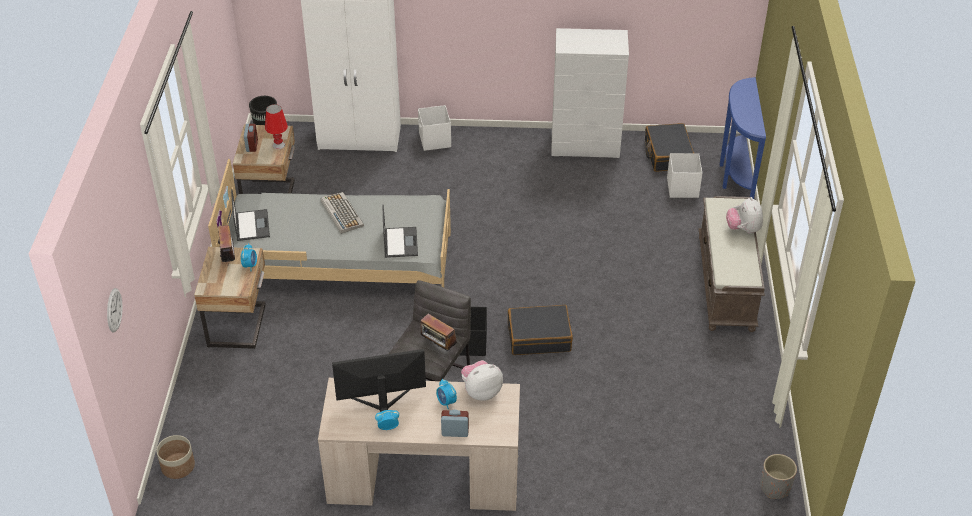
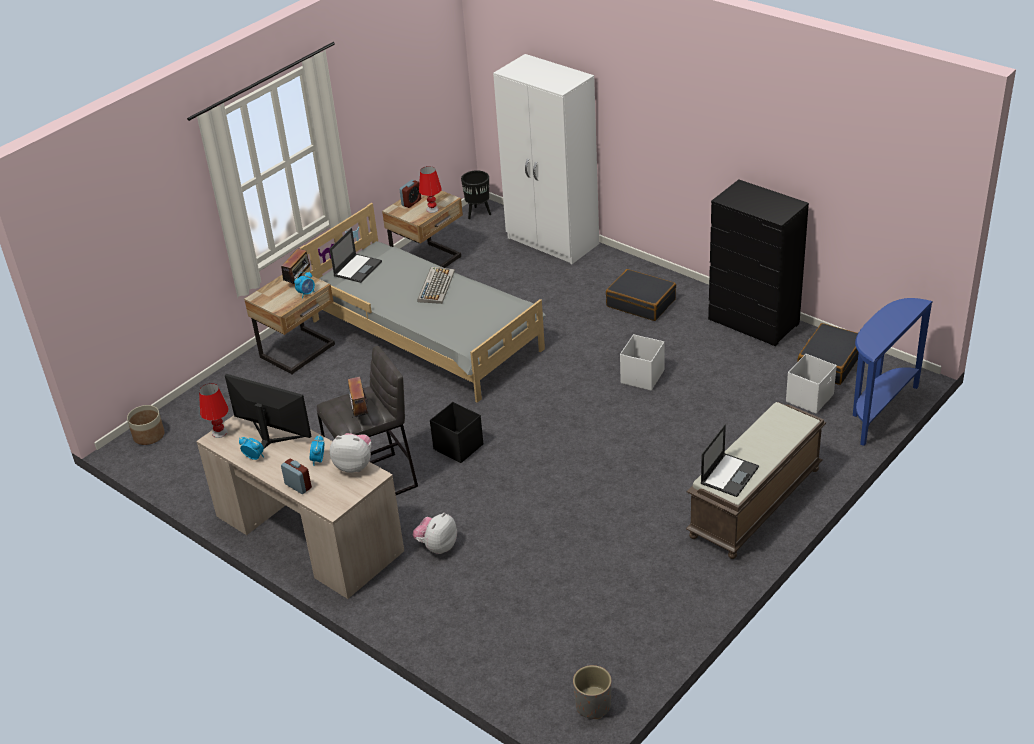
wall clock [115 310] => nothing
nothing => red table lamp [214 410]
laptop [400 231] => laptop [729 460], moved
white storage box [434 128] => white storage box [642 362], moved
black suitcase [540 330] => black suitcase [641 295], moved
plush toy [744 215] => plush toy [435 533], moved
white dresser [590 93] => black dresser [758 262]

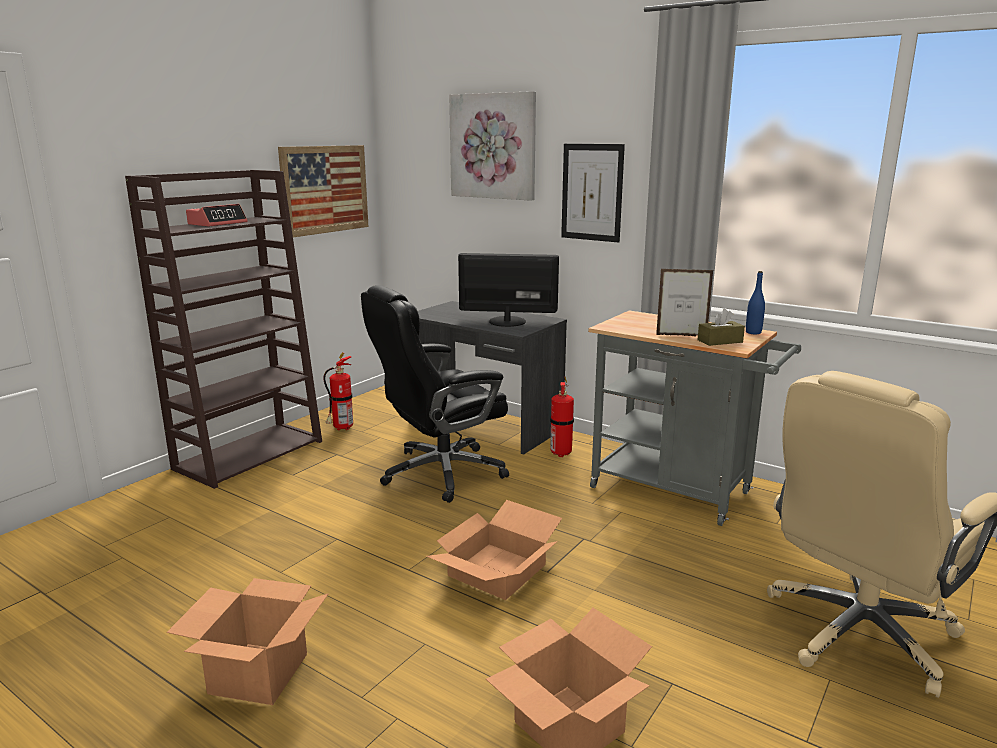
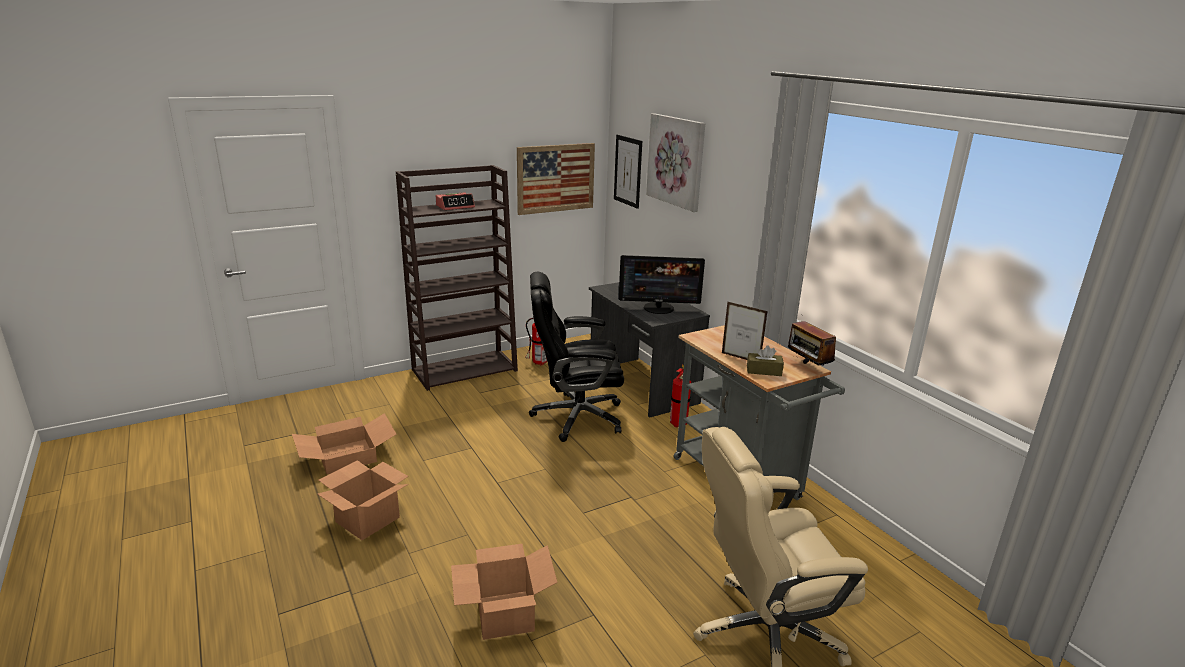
cardboard box [494 550] => cardboard box [344 443], moved
picture [593 193] => picture [628 172], moved
blue bottle [755 302] => radio [812 340]
monitor [508 290] => monitor [662 284], 150 degrees clockwise

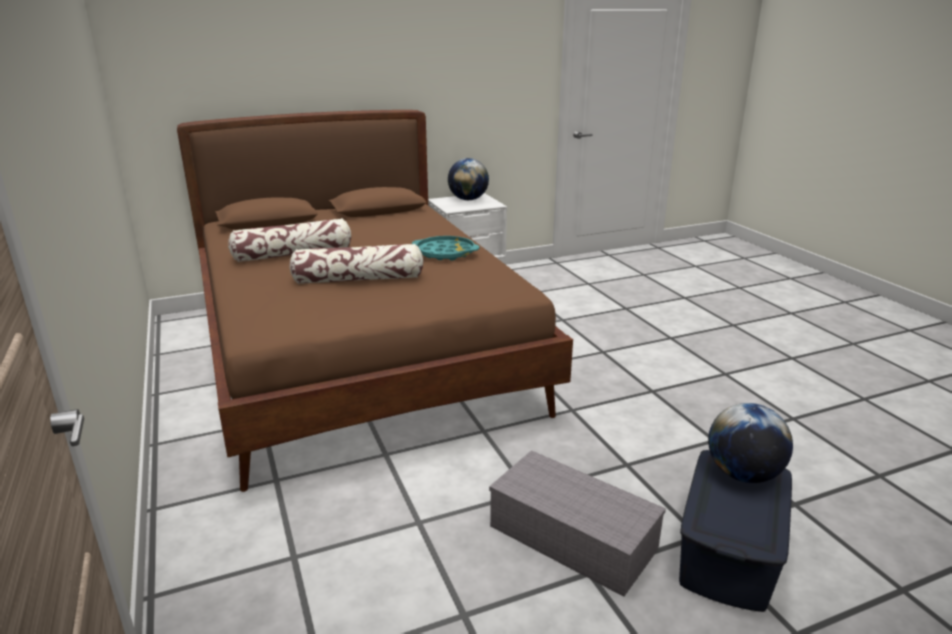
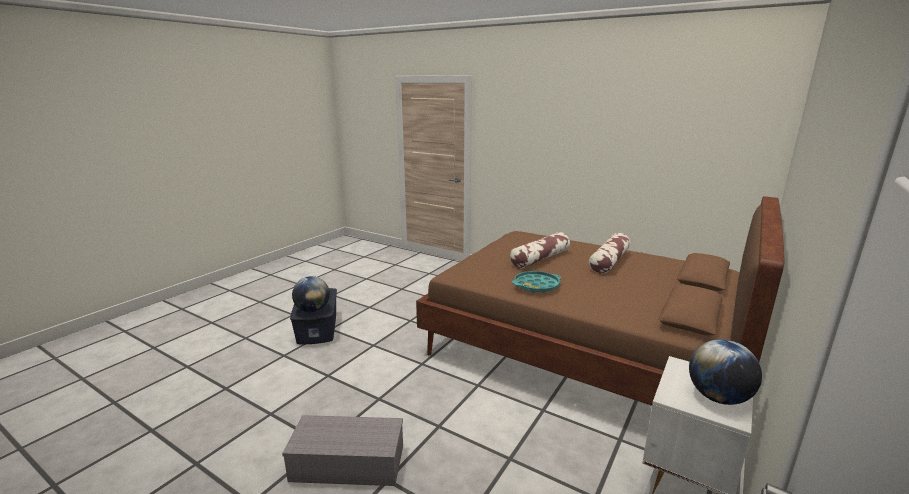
grey storage box [577 523] => grey storage box [342 450], moved

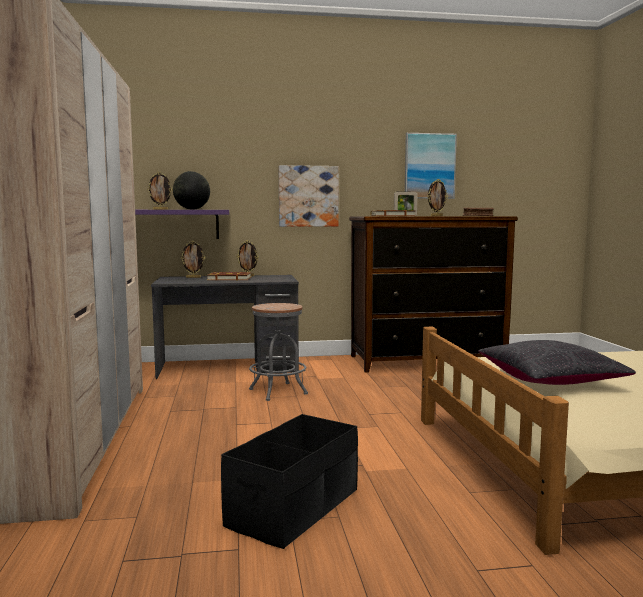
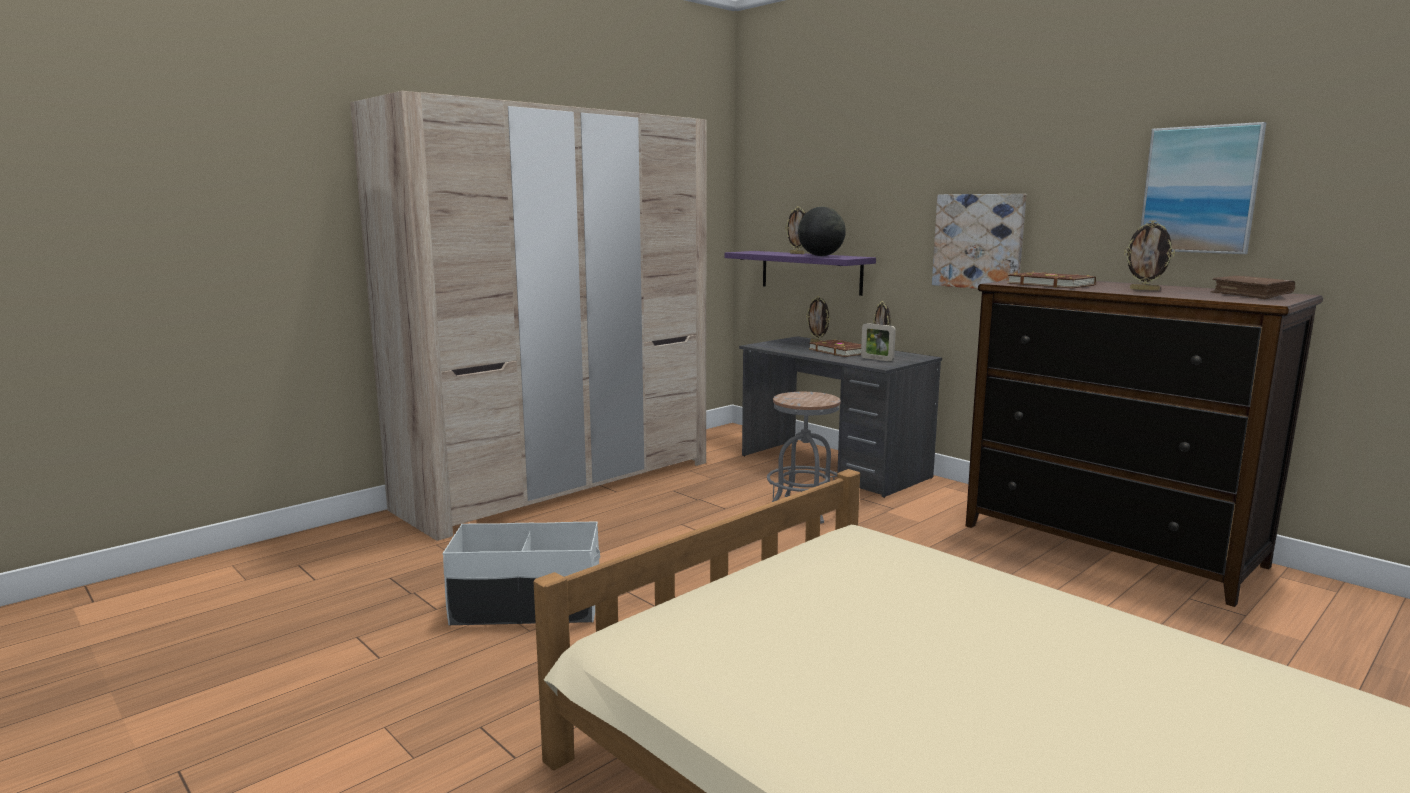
black pillow [557 362] => nothing
picture frame [405 204] => picture frame [878 342], moved
black storage box [289 481] => white storage box [521 573]

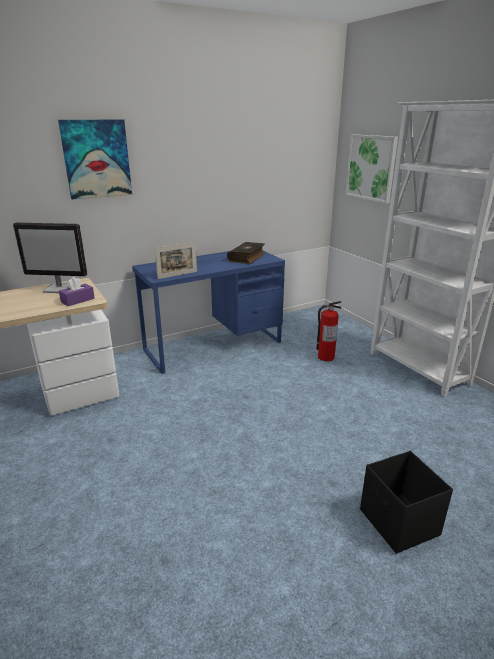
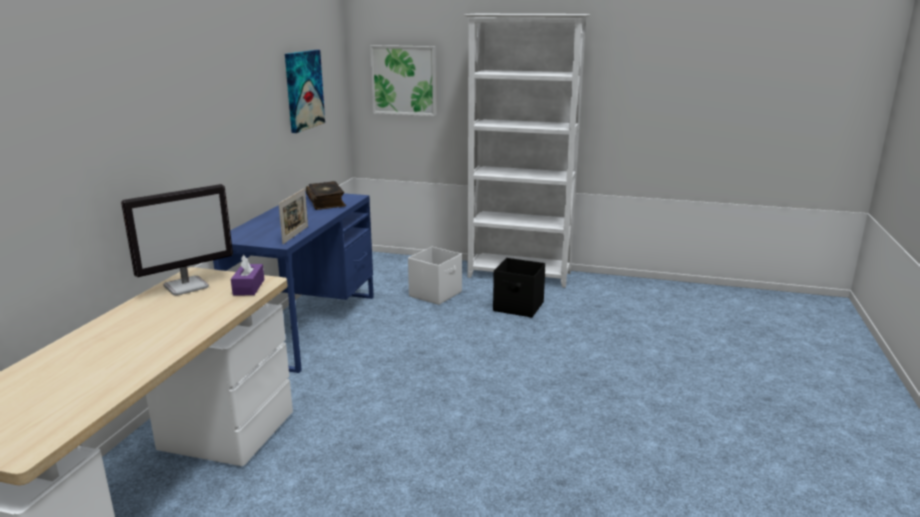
picture [95 159] => picture [305 91], moved
black storage box [406 502] => black storage box [519 287], moved
fire extinguisher [329 331] => white storage box [435 276]

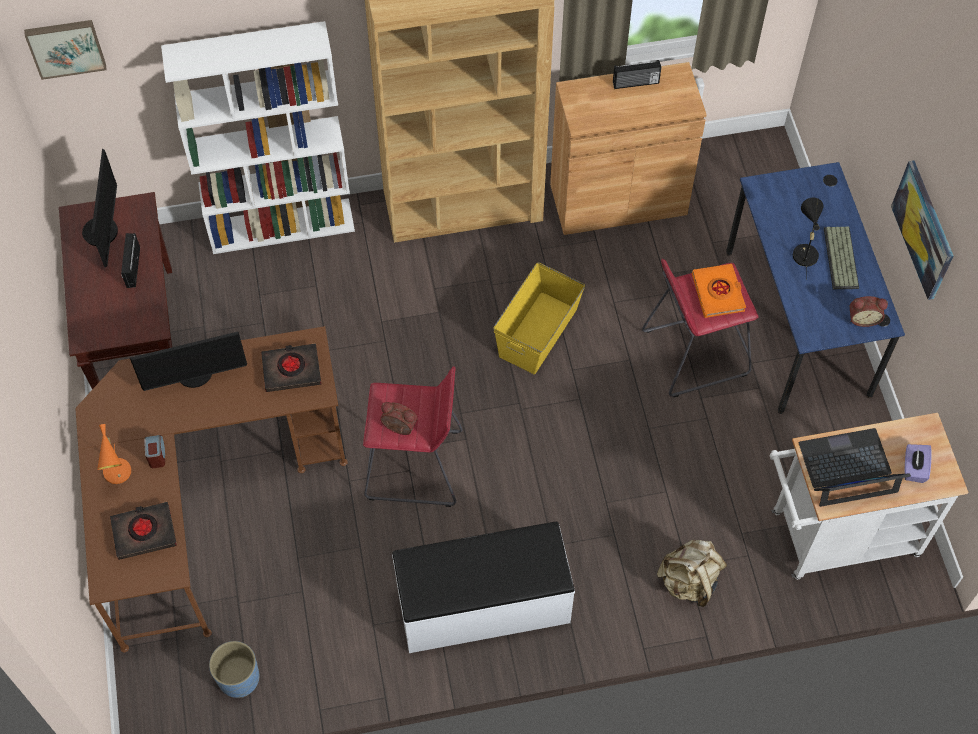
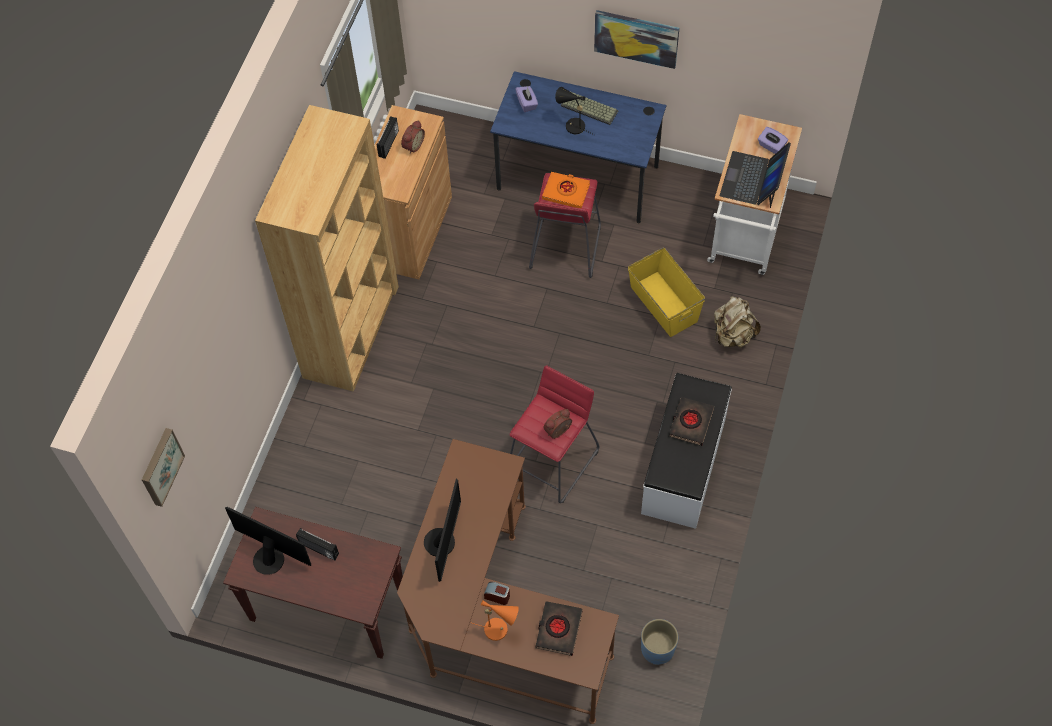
white bookcase [258 137] => nothing
nothing => purple tissue box [526 99]
black book [291 367] => black book [691 421], moved
yellow storage box [539 318] => yellow storage box [666 292], moved
alarm clock [869 311] => alarm clock [413 137], moved

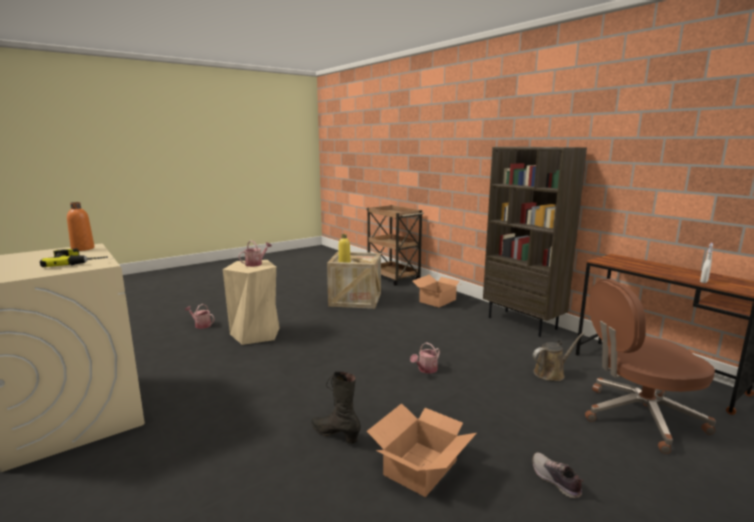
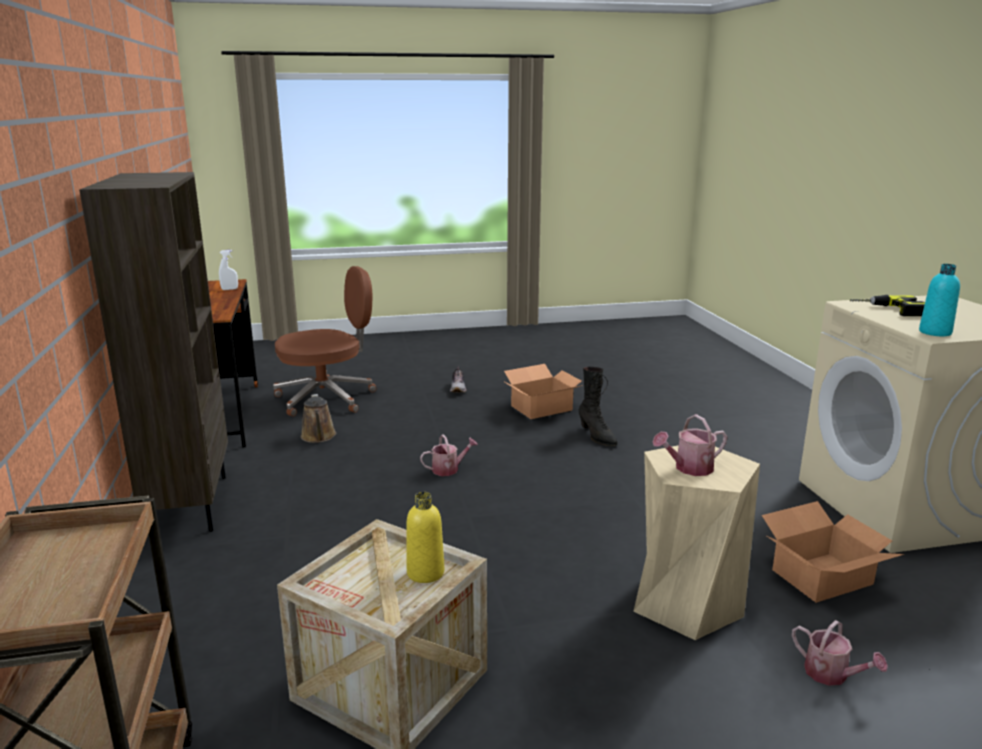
cardboard box [436 291] => cardboard box [833 552], moved
orange bottle [80 226] => turquoise bottle [939 300]
brown watering can [559 357] => brown watering can [318 418], 105 degrees counterclockwise
brown office chair [650 366] => brown office chair [325 341], 45 degrees counterclockwise

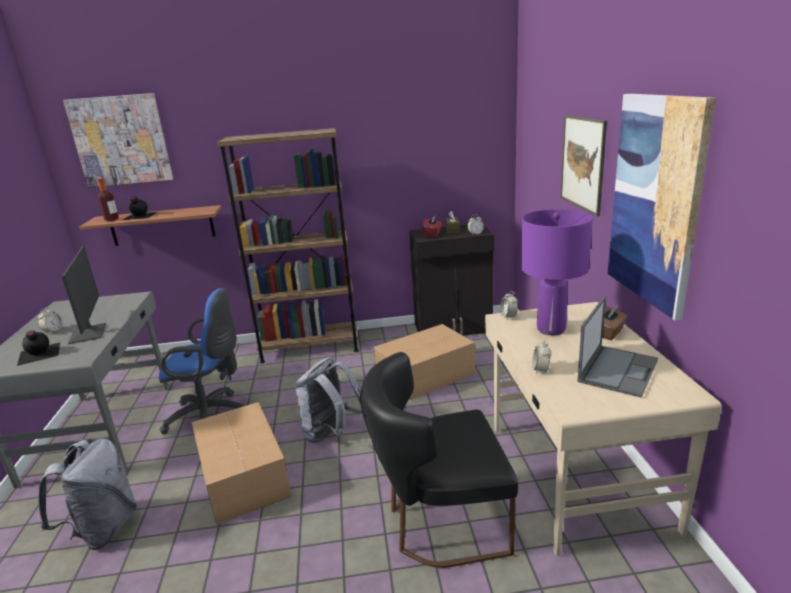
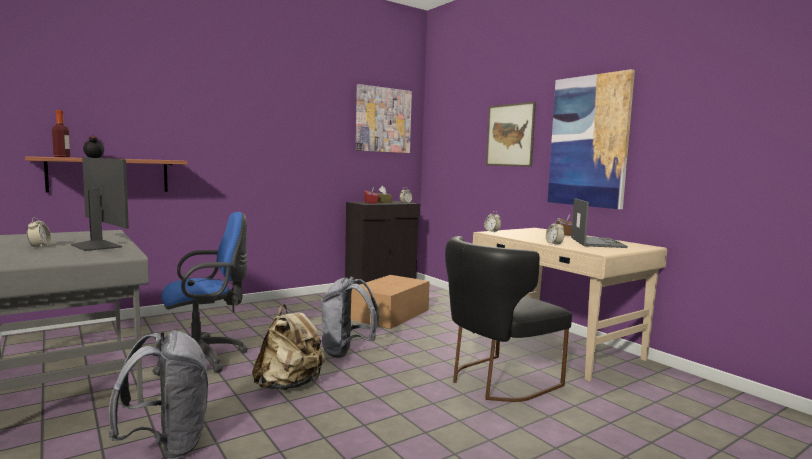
black bottle [38 348] => nothing
brown bookcase [288 245] => nothing
purple table lamp [557 272] => nothing
picture [118 140] => picture [384 118], moved
cardboard box [241 463] => beige backpack [288 347]

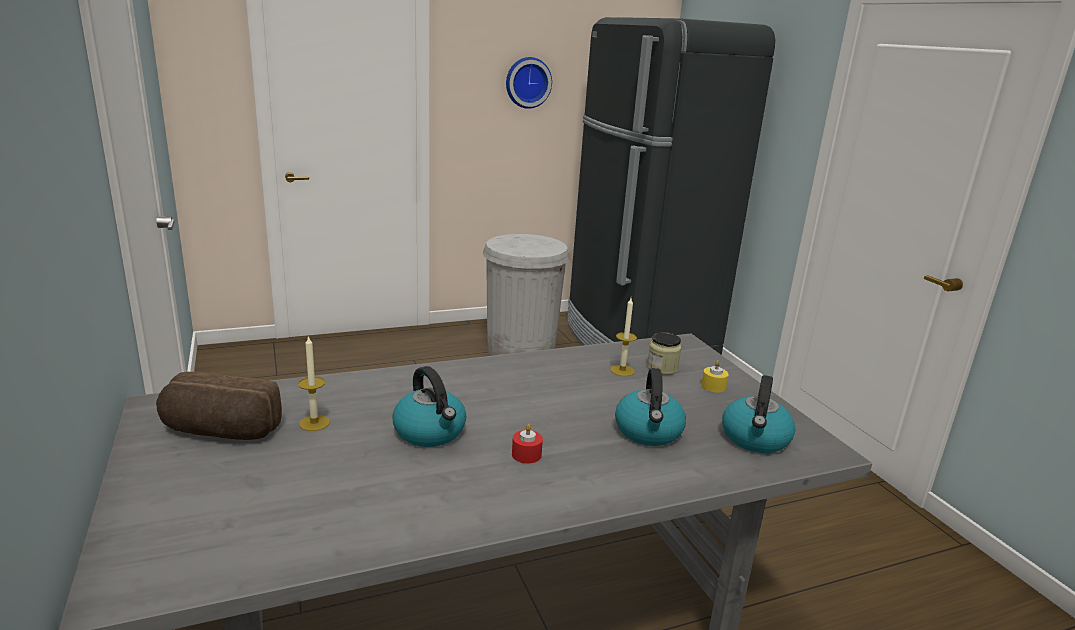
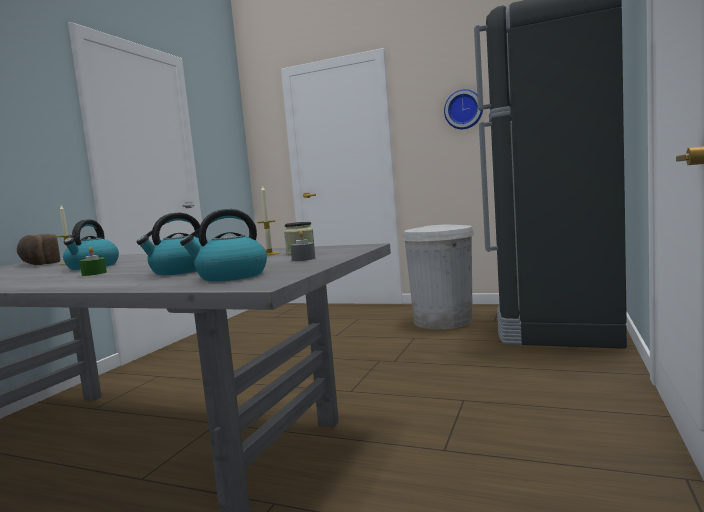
red candle [527 444] => green candle [93 261]
yellow candle [715 376] => grey candle [302 246]

